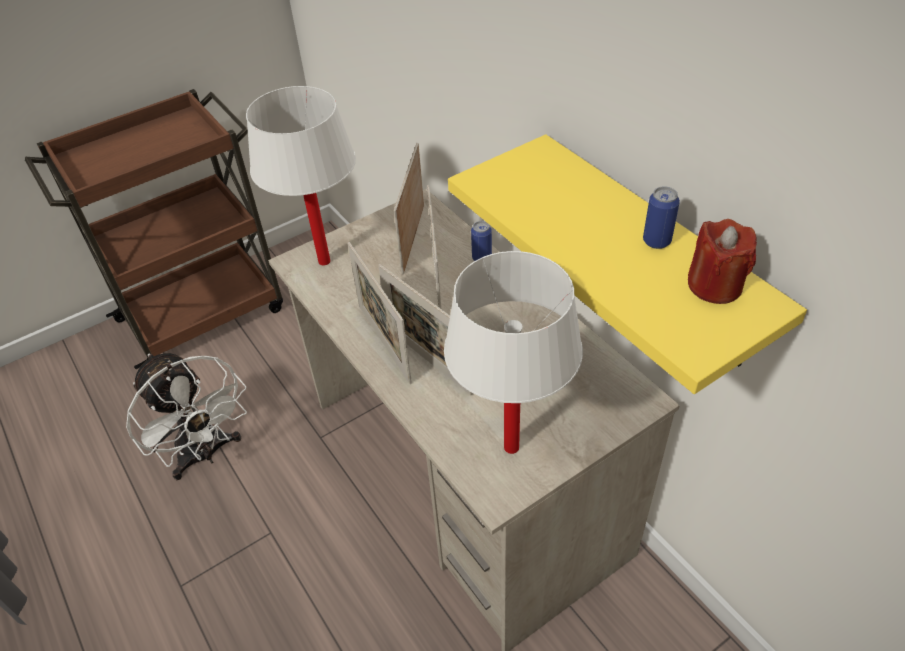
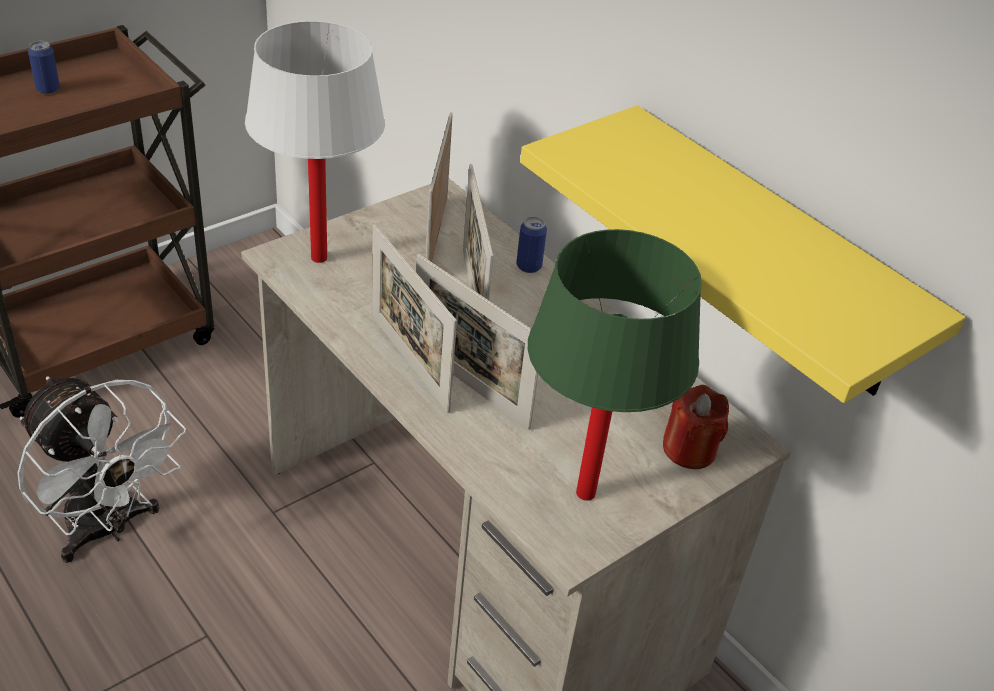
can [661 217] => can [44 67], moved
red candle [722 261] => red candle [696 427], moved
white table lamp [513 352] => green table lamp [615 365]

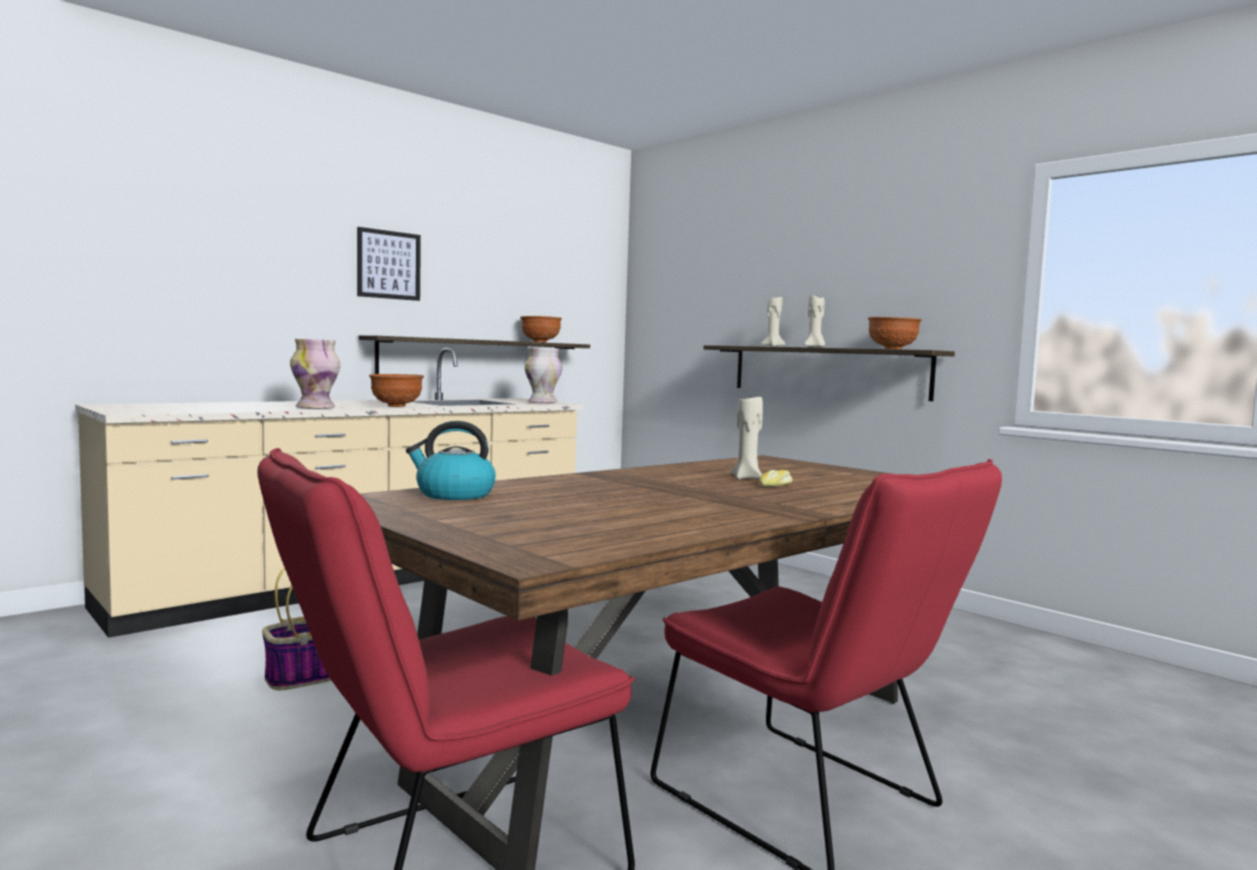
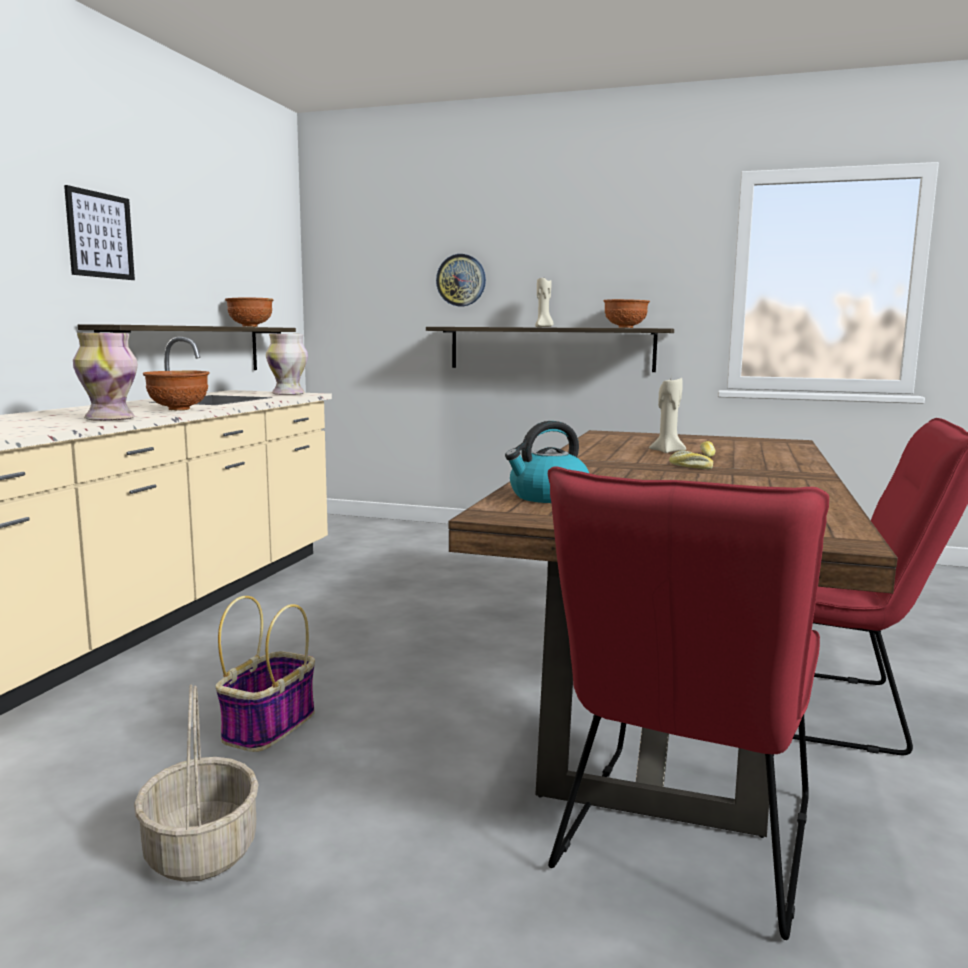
beige candle [773 322] => nothing
nothing => basket [196 783]
nothing => wall clock [461 280]
nothing => bread [691 459]

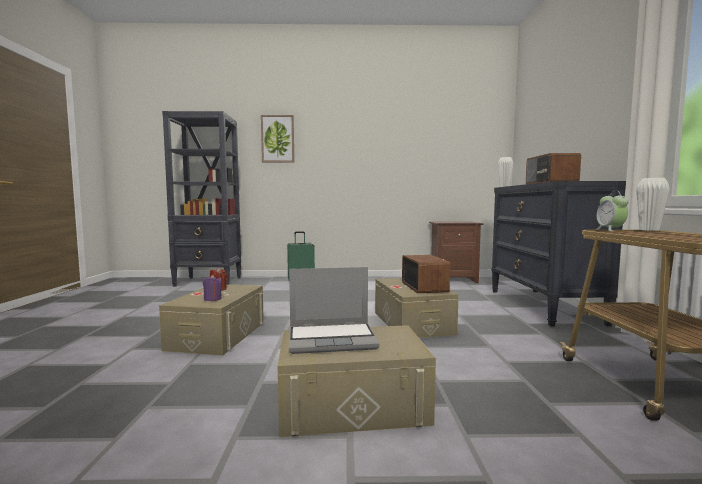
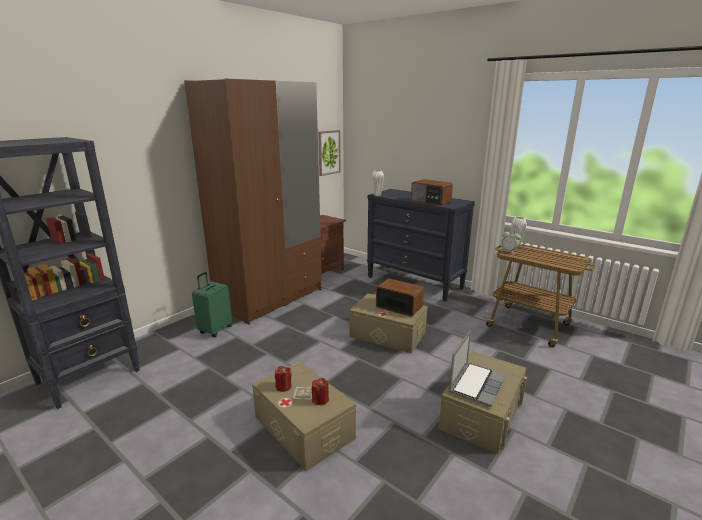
nothing => brown wardrobe [253 202]
picture [277 138] => picture [329 153], moved
purple candle [212 288] => red candle [320 391]

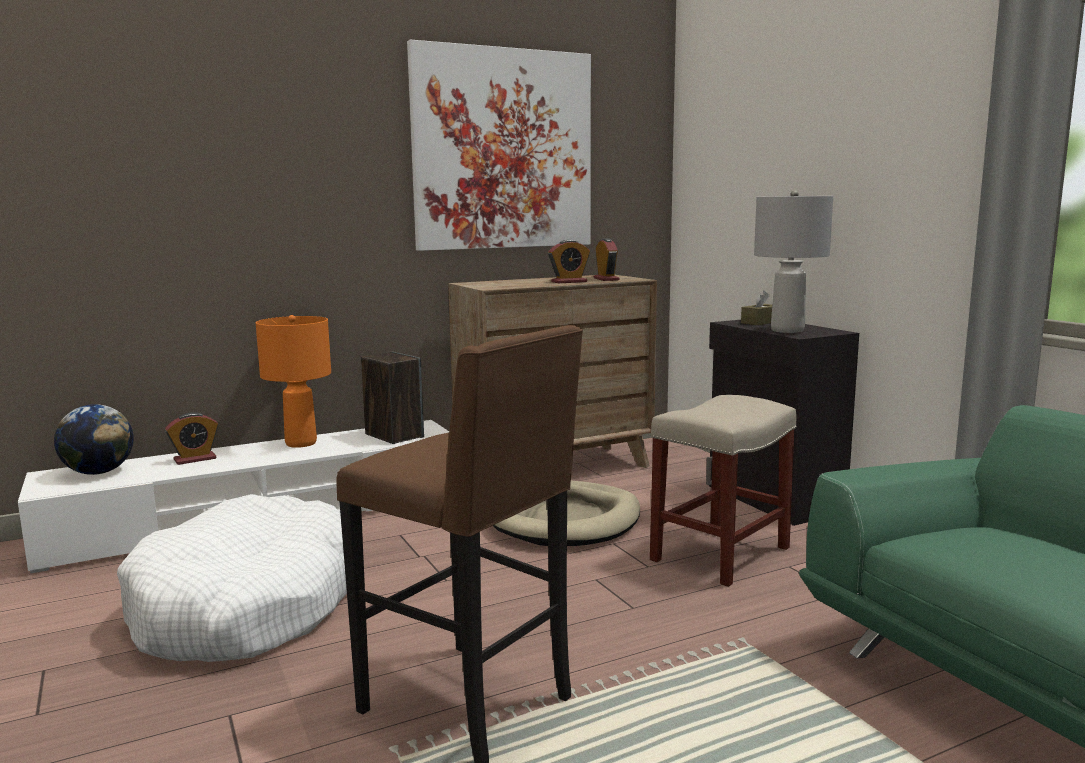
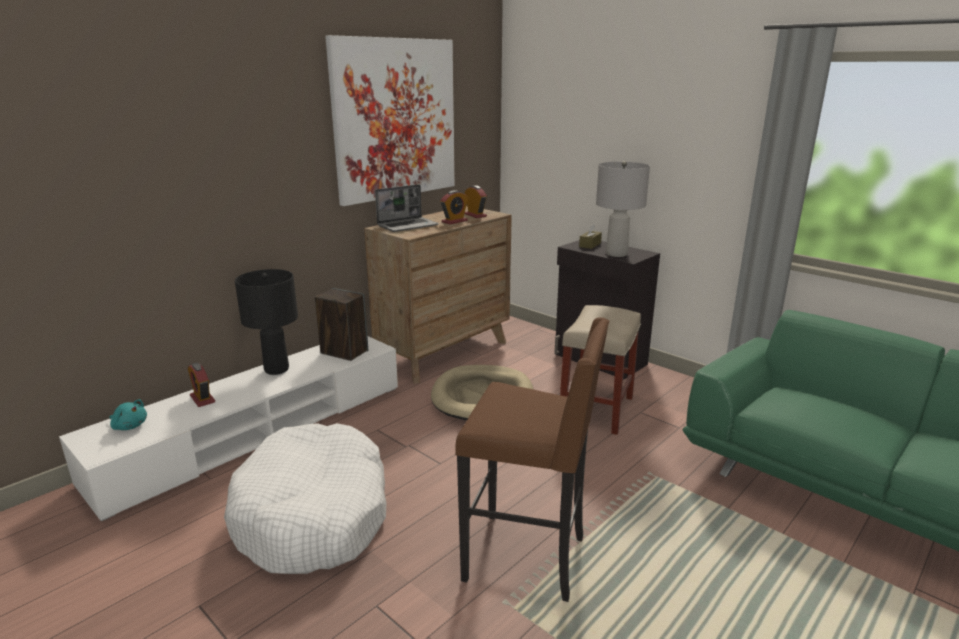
nothing => laptop [407 208]
globe [94 439] => turquoise plush toy [128 414]
orange table lamp [293 381] => black table lamp [266 322]
alarm clock [191 438] => alarm clock [201 385], 105 degrees clockwise

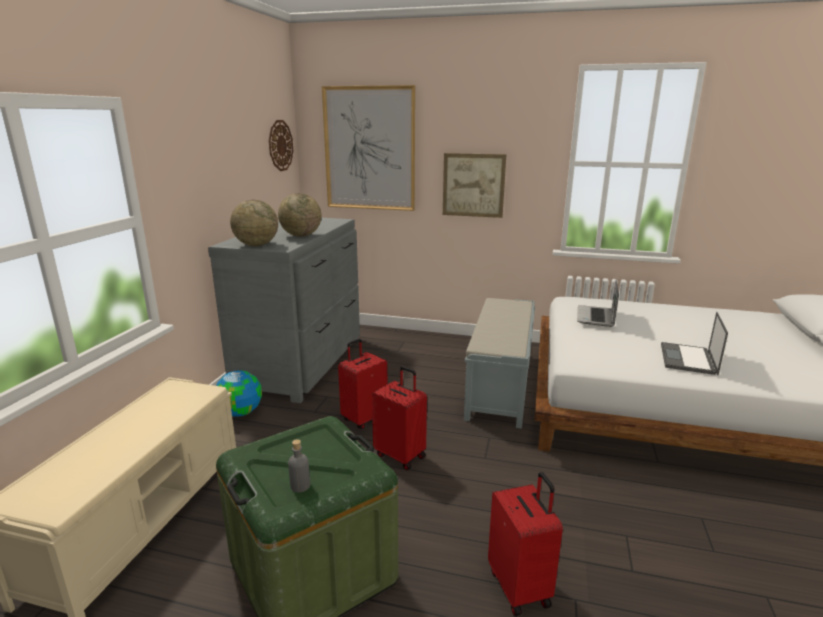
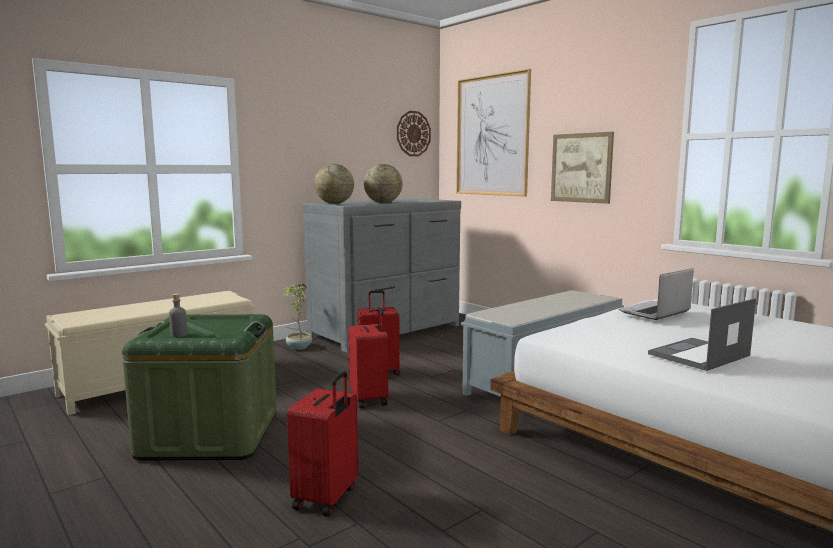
globe [239 393] => potted plant [297 317]

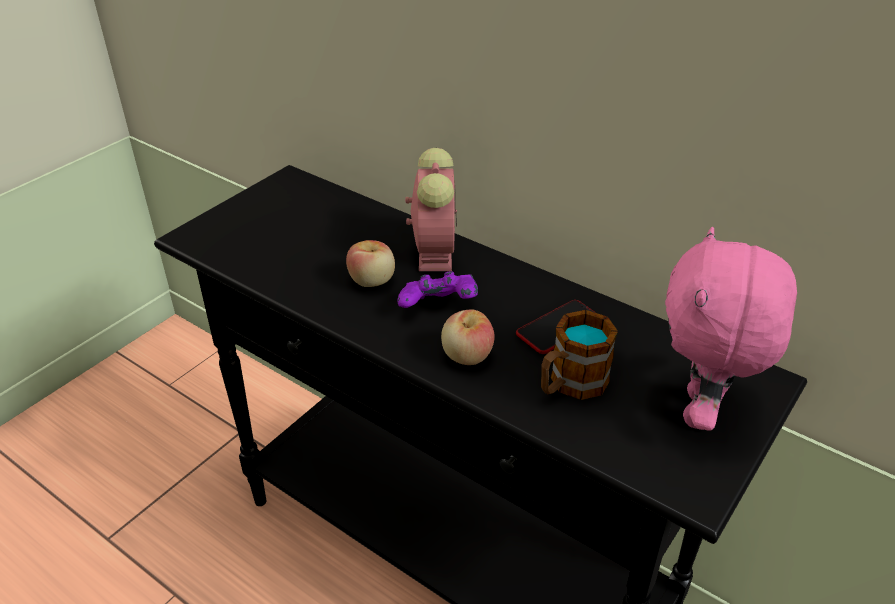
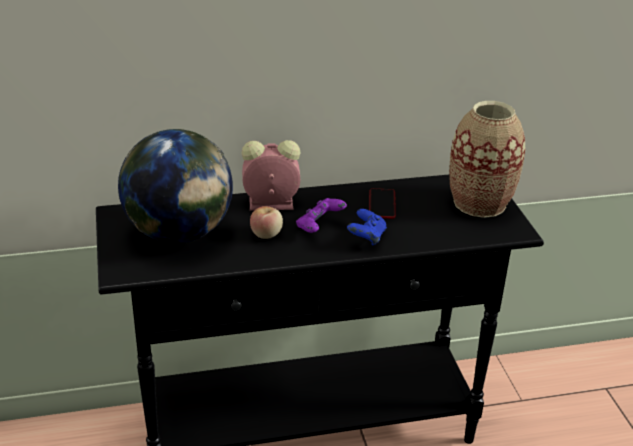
mug [579 355] => nothing
nothing => globe [175 186]
apple [467 337] => blue game controller [367 227]
pink plush toy [731 329] => vase [487 159]
alarm clock [431 209] => alarm clock [271 175], 45 degrees counterclockwise

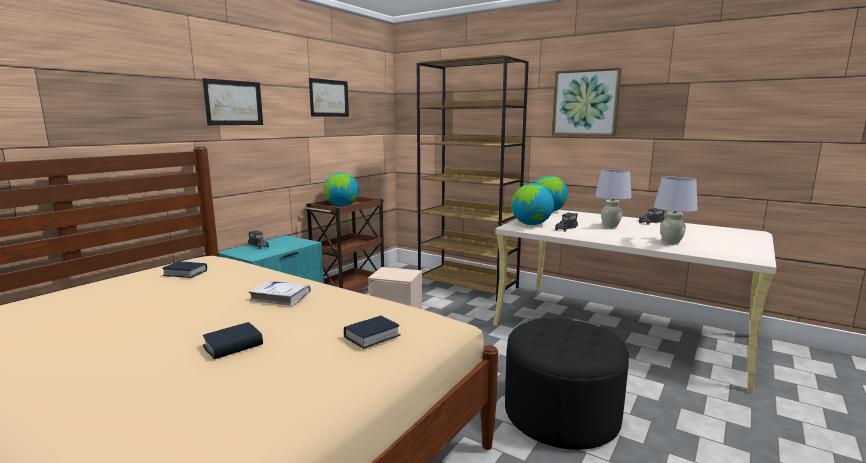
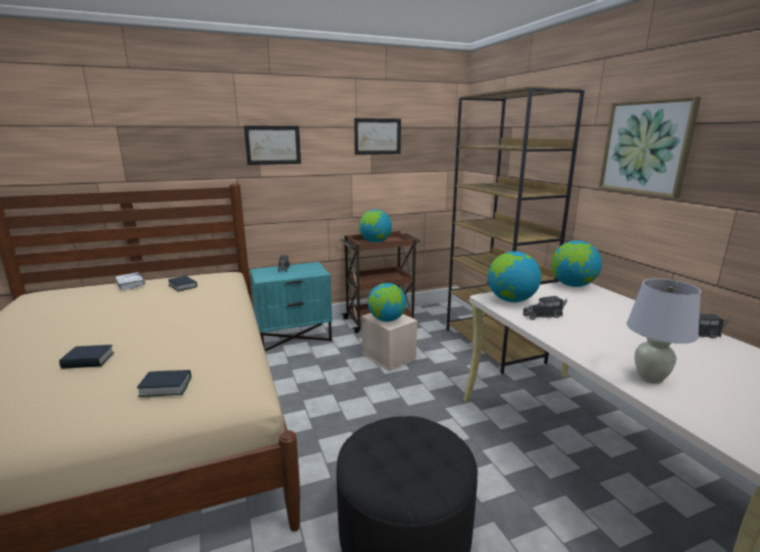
white table lamp [613 198] => nothing
nothing => globe [387 302]
white book [279 293] => white book [130 281], moved

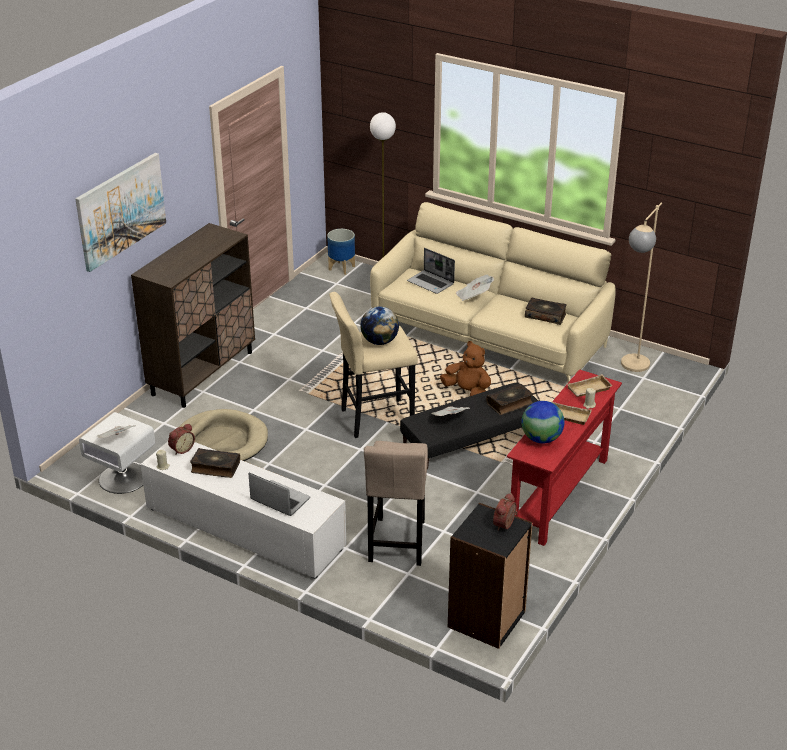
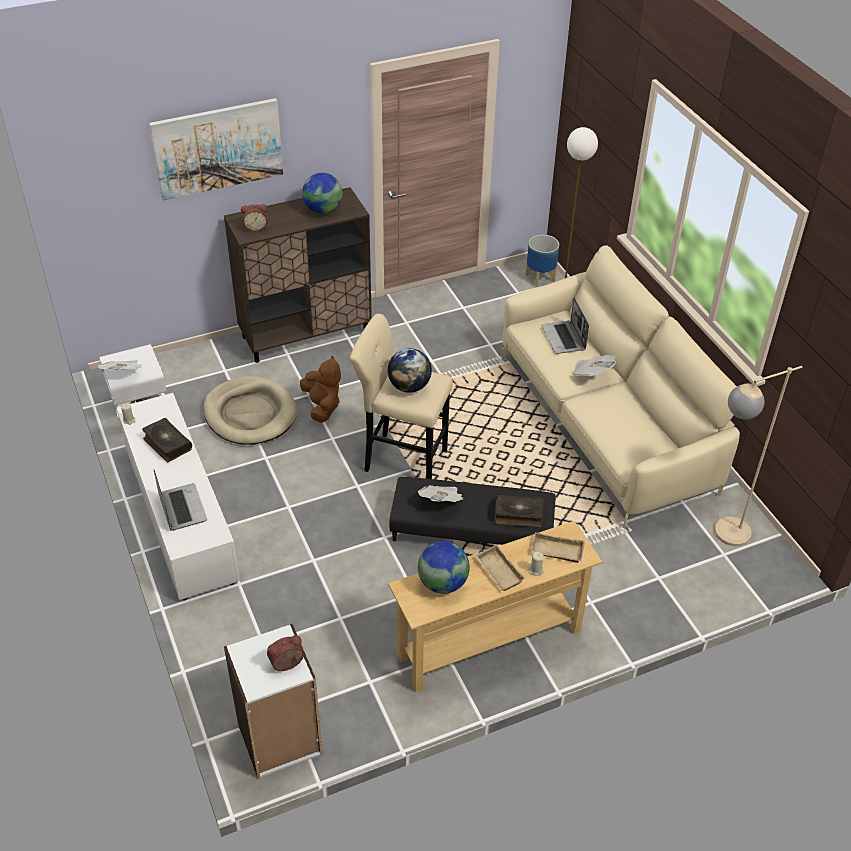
beige stool [396 503] => nothing
book [545 311] => nothing
nothing => globe [322 193]
alarm clock [181 439] => alarm clock [254 218], moved
brown plush toy [465 368] => brown plush toy [320 389], moved
black bookcase [490 576] => white bookcase [273 701]
red console table [564 457] => beige console table [495 606]

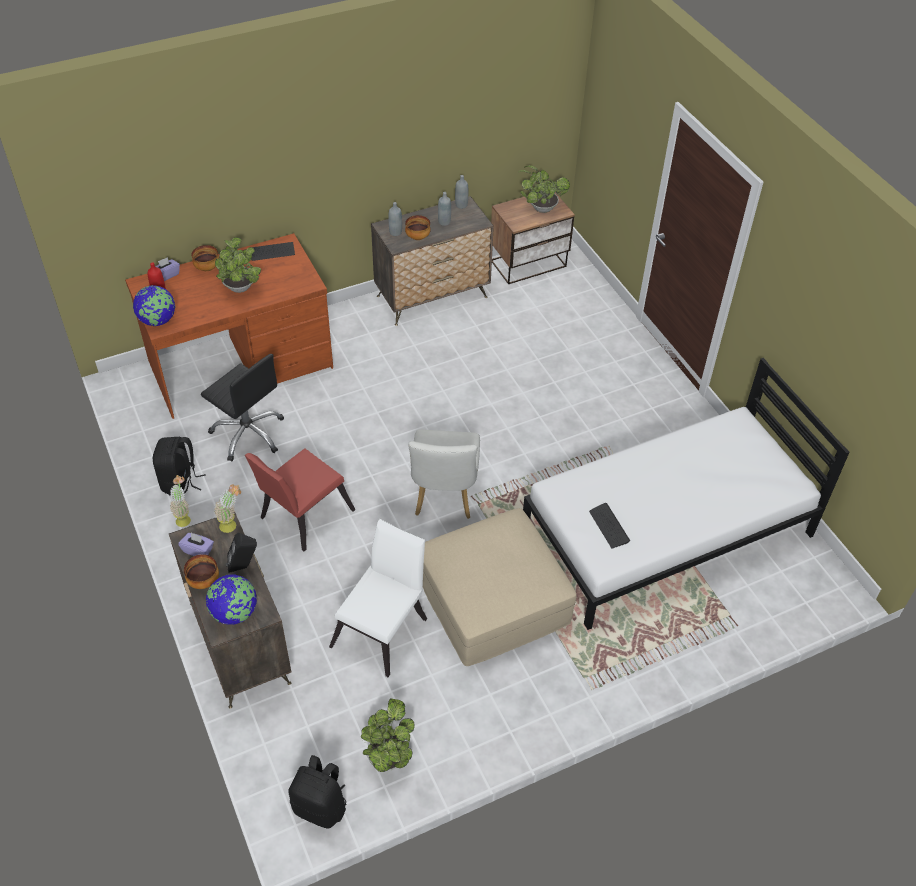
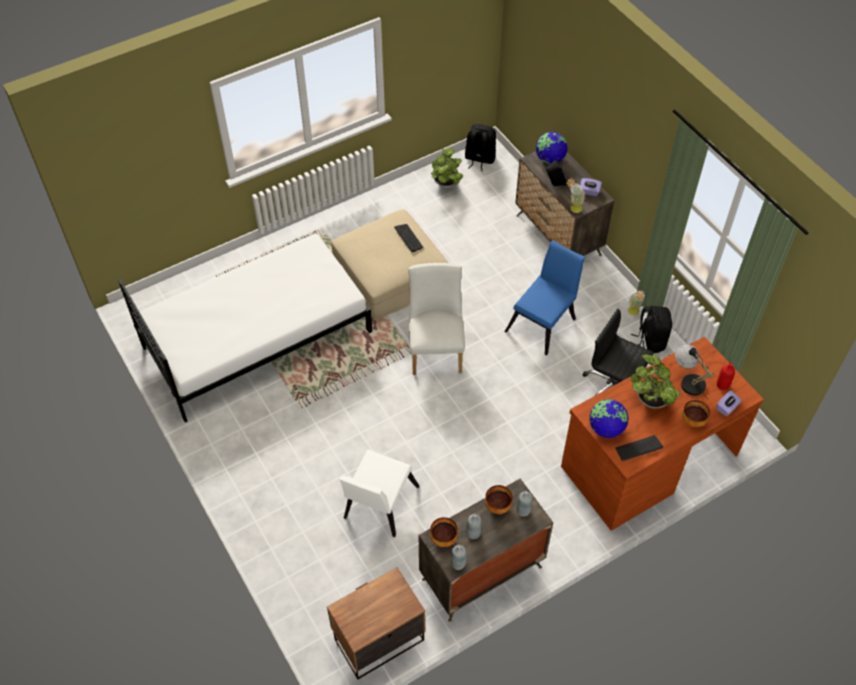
potted plant [544 189] => nothing
nothing => table lamp [694 372]
globe [154 305] => globe [609 418], moved
bowl [201 571] => bowl [444 532], moved
white chair [378 598] => white chair [379 493], moved
keyboard [609 525] => keyboard [409 238], moved
red chair [300 500] => blue chair [544 298]

